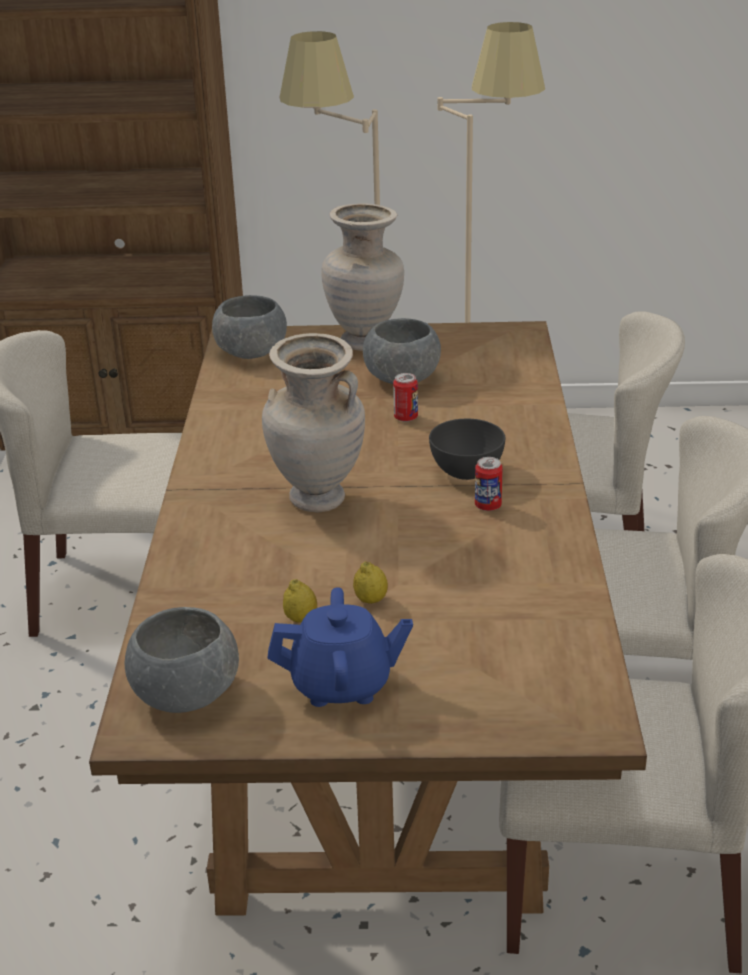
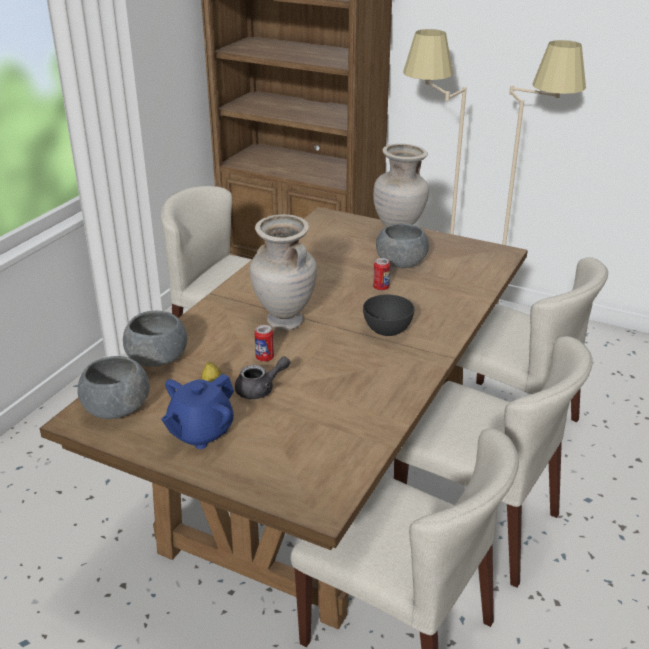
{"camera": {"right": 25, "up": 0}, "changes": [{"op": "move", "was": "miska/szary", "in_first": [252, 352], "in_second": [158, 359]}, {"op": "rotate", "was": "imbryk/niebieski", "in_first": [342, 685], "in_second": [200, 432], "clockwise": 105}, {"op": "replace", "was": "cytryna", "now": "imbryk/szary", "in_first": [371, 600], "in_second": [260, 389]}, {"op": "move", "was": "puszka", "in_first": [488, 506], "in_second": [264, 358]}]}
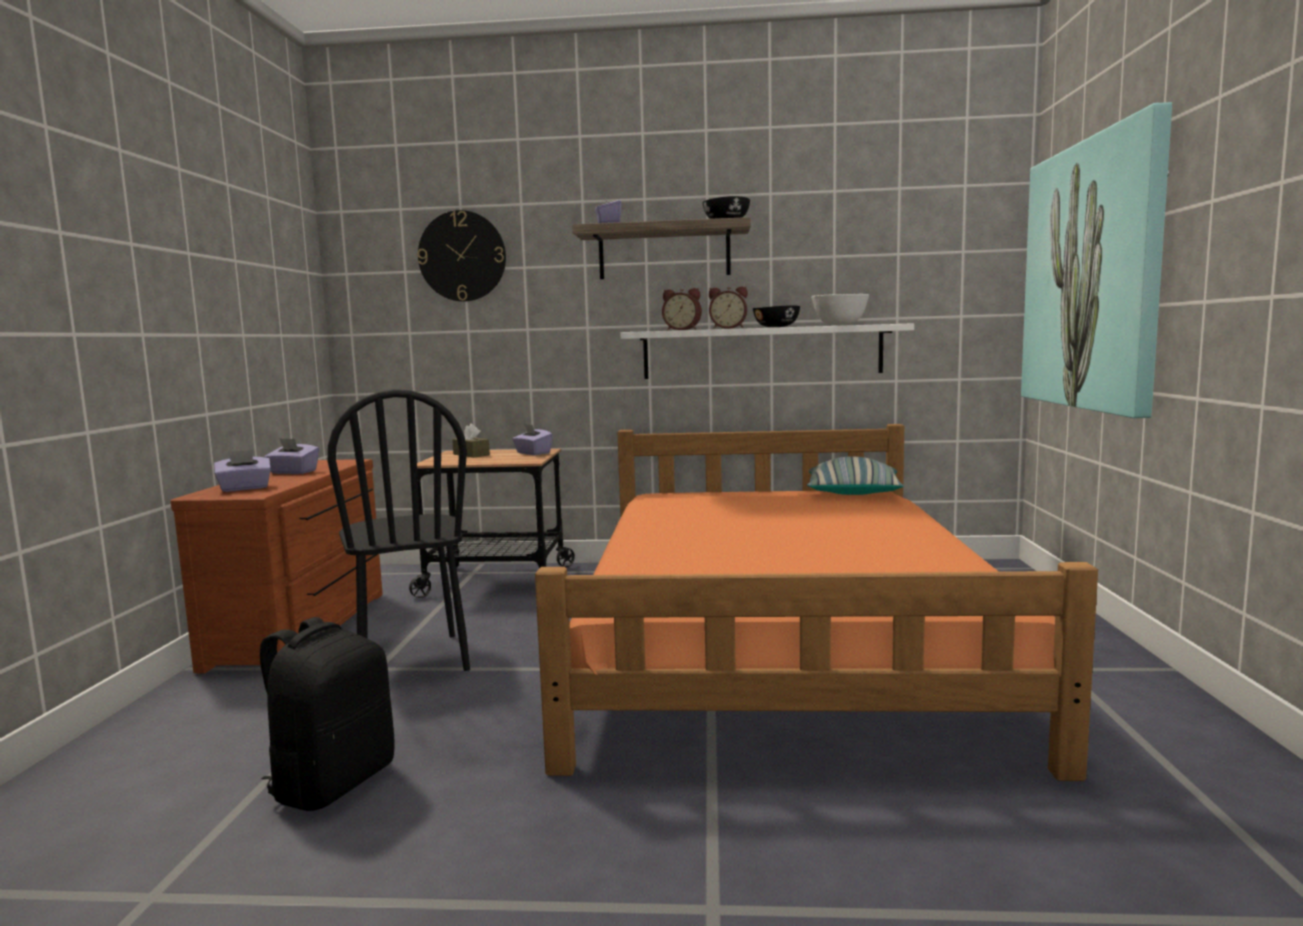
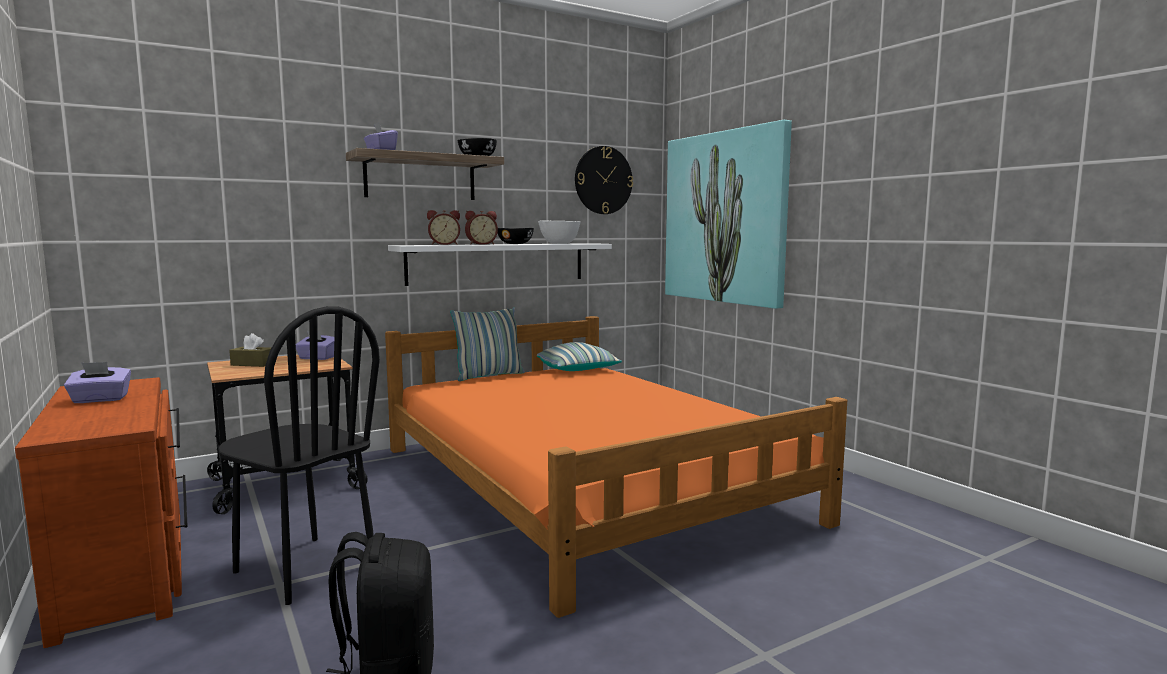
{"camera": {"right": -35, "up": 0}, "changes": [{"op": "delete", "was": "pudełko chusteczek/fioletowy", "in_first": [245, 488]}, {"op": "move", "was": "zegar ścienny", "in_first": [462, 256], "in_second": [603, 180]}, {"op": "insert", "now": "poduszka", "in_second": [489, 376]}]}
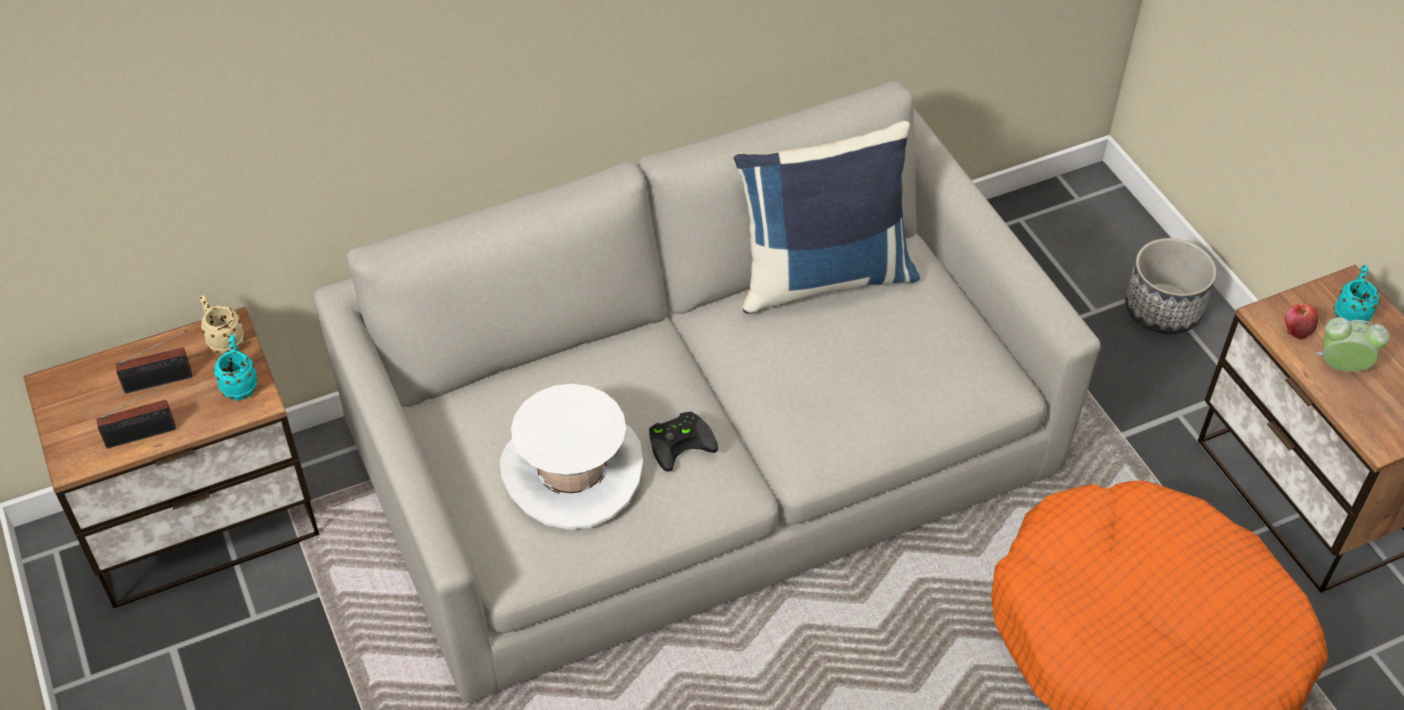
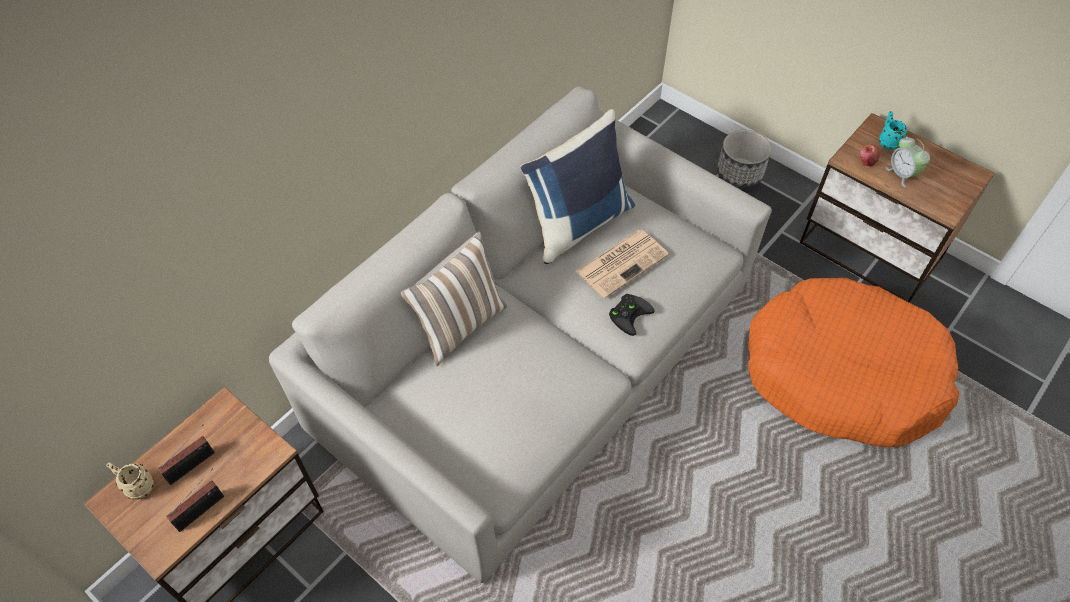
{"camera": {"right": -25, "up": 5}, "changes": [{"op": "move", "was": "kubek/beżowy", "in_first": [223, 340], "in_second": [136, 486]}, {"op": "delete", "was": "kubek/turkusowy", "in_first": [240, 384]}, {"op": "delete", "was": "kapelusz/biały", "in_first": [572, 471]}, {"op": "move", "was": "pad do gier/czarny", "in_first": [681, 441], "in_second": [629, 314]}, {"op": "rotate", "was": "budzik", "in_first": [1341, 367], "in_second": [902, 174], "clockwise": -105}, {"op": "insert", "now": "poduszka", "in_second": [459, 325]}, {"op": "insert", "now": "gazeta", "in_second": [622, 262]}]}
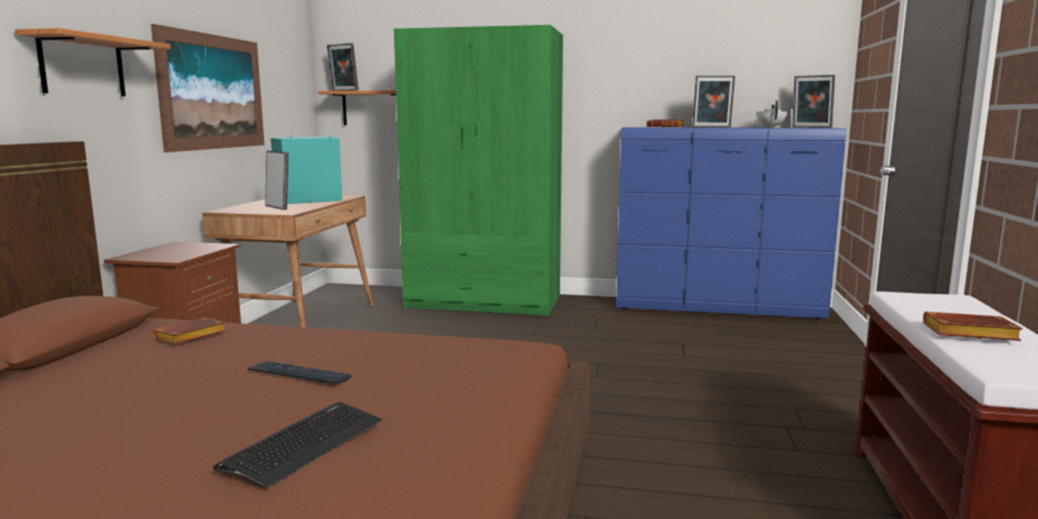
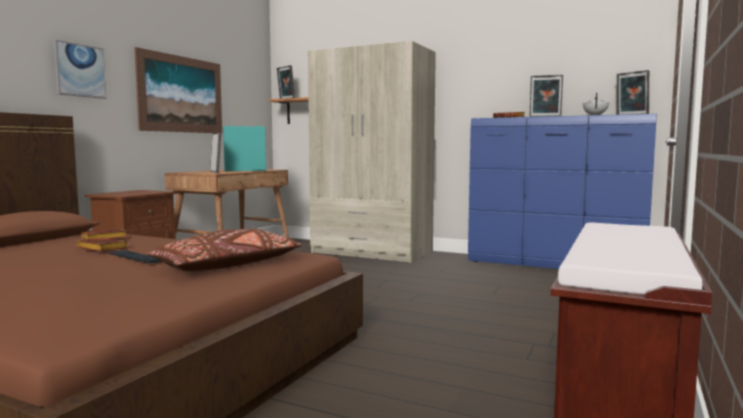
{"camera": {"right": 15, "up": -5}, "changes": [{"op": "replace", "was": "półka", "now": "obraz", "in_first": [82, 66], "in_second": [79, 70]}, {"op": "delete", "was": "klawiatura", "in_first": [304, 444]}, {"op": "recolor", "was": "szafa/zielony", "now": "szafa/beżowy", "in_first": [484, 302], "in_second": [372, 252]}, {"op": "move", "was": "książka/brązowy", "in_first": [967, 334], "in_second": [100, 249]}, {"op": "insert", "now": "poduszka/brązowy", "in_second": [229, 265]}]}
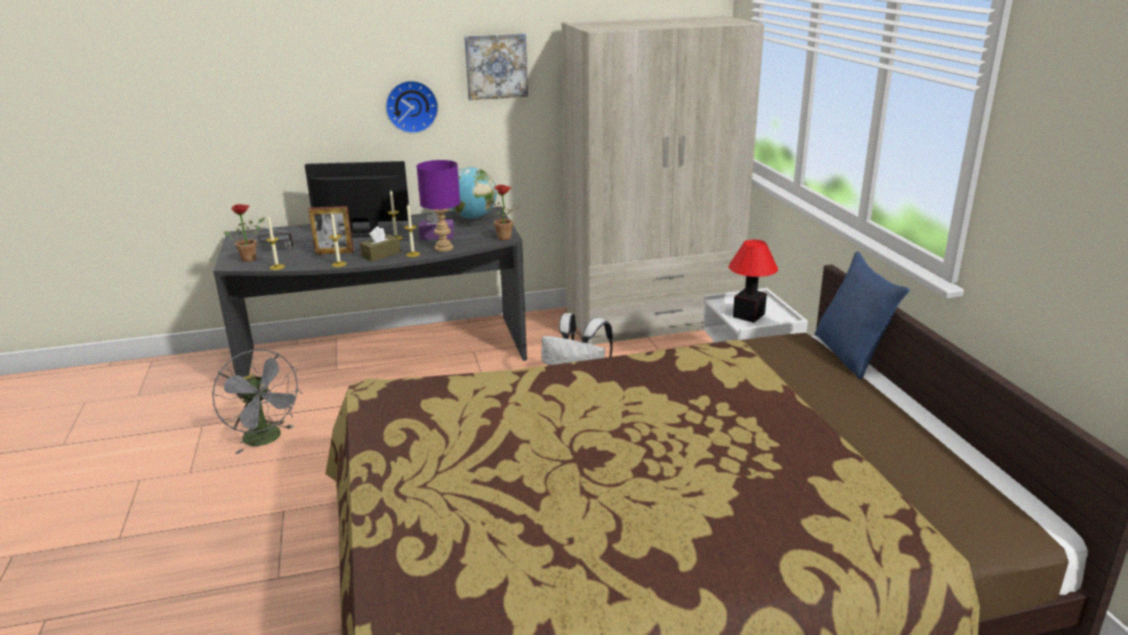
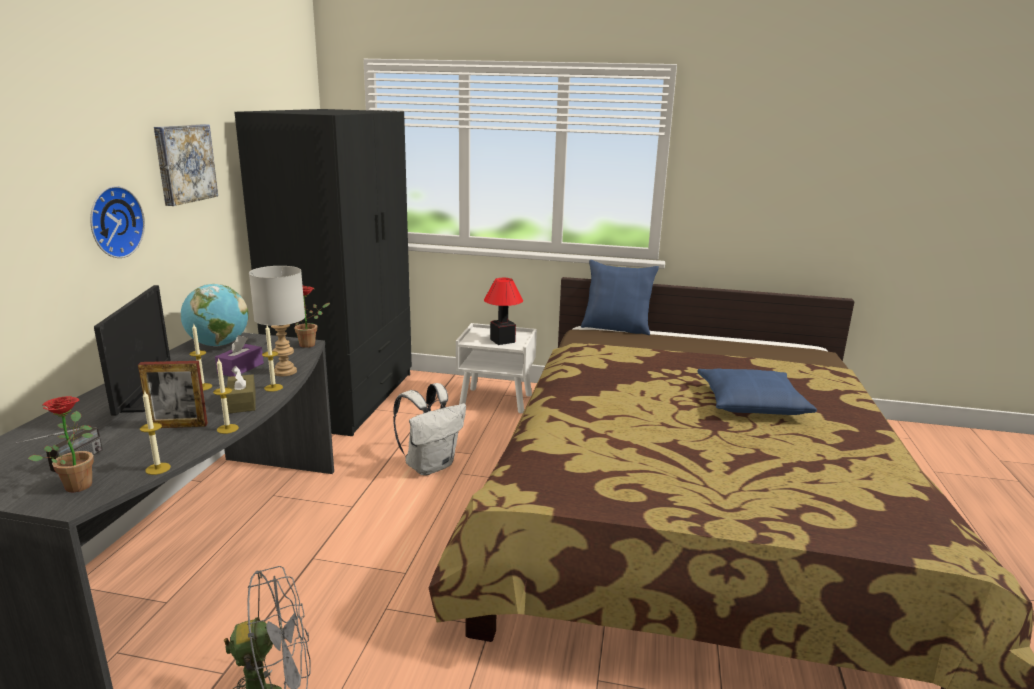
{"camera": {"right": -65, "up": -5}, "changes": [{"op": "rotate", "was": "monitor", "in_first": [362, 233], "in_second": [141, 400], "clockwise": 150}, {"op": "rotate", "was": "ramka na zdjęcie", "in_first": [334, 252], "in_second": [178, 425], "clockwise": 60}, {"op": "recolor", "was": "lampa stołowa/fioletowy", "now": "lampa stołowa/szary", "in_first": [443, 248], "in_second": [284, 372]}, {"op": "recolor", "was": "szafa/beżowy", "now": "szafa/czarny", "in_first": [652, 318], "in_second": [347, 398]}, {"op": "insert", "now": "poduszka/niebieski", "in_second": [751, 402]}]}
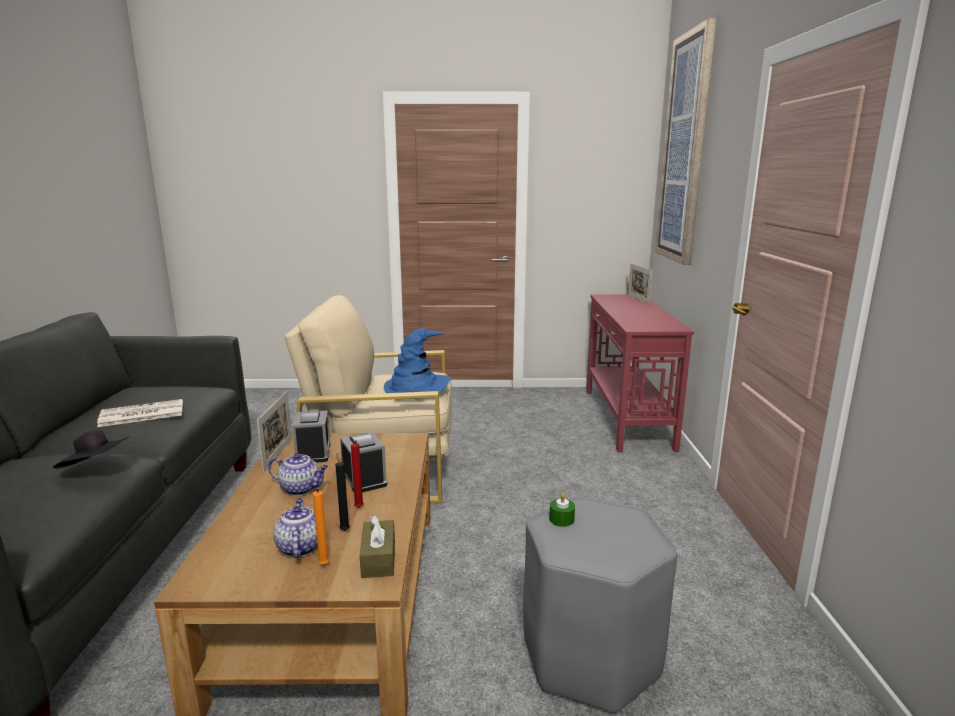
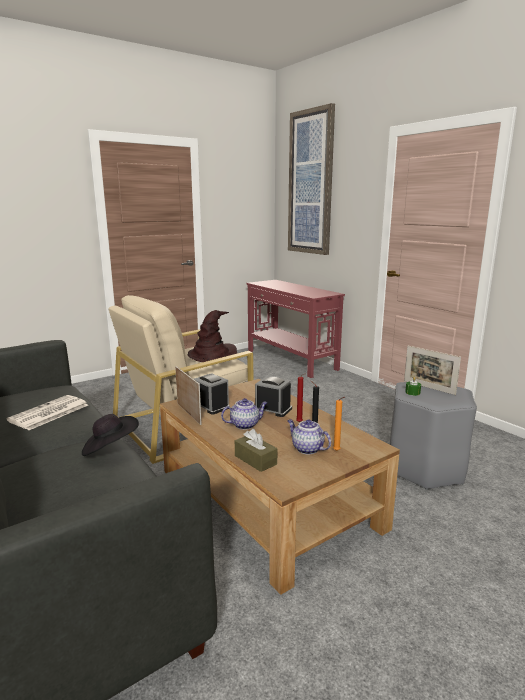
{"camera": {"right": -35, "up": 0}, "changes": [{"op": "move", "was": "pudełko chusteczek/brązowy", "in_first": [378, 558], "in_second": [255, 460]}, {"op": "recolor", "was": "kapelusz/niebieski", "now": "kapelusz/brązowy", "in_first": [416, 387], "in_second": [213, 355]}, {"op": "move", "was": "ramka na zdjęcie", "in_first": [638, 299], "in_second": [429, 387]}]}
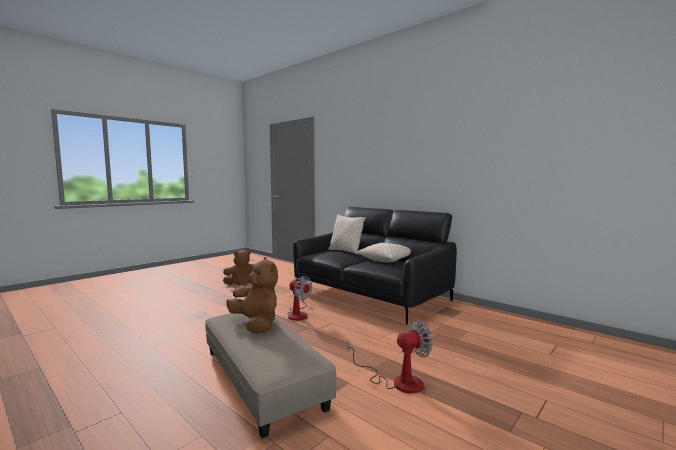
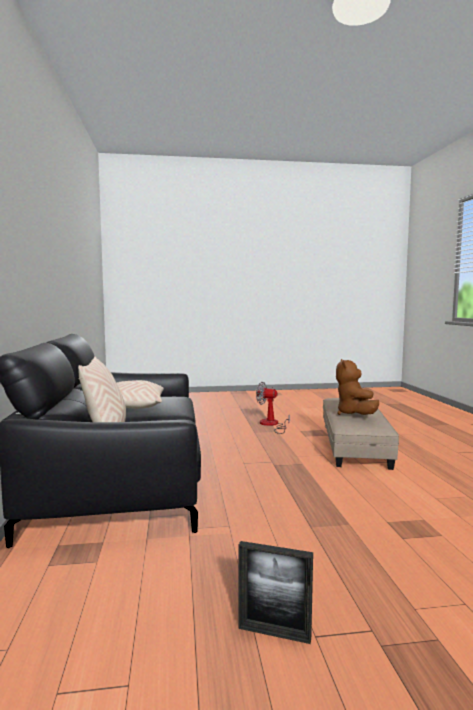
{"camera": {"right": -140, "up": 0}, "changes": [{"op": "replace", "was": "pluszak/brązowy", "now": "ramka na zdjęcie", "in_first": [242, 283], "in_second": [274, 633]}, {"op": "delete", "was": "wentylator", "in_first": [298, 314]}]}
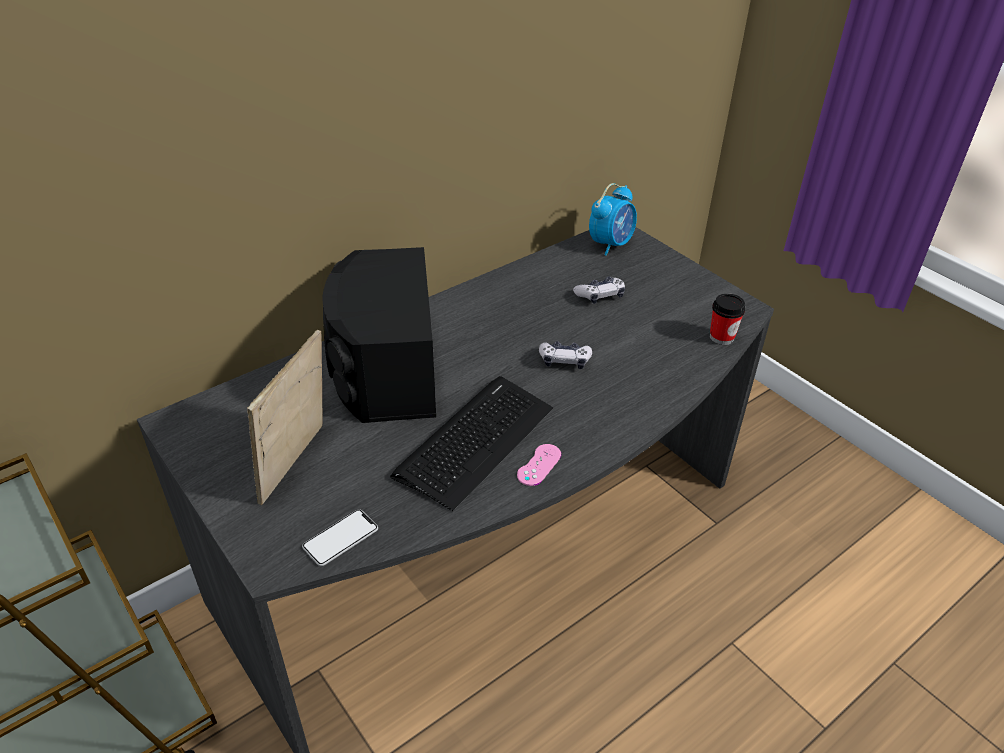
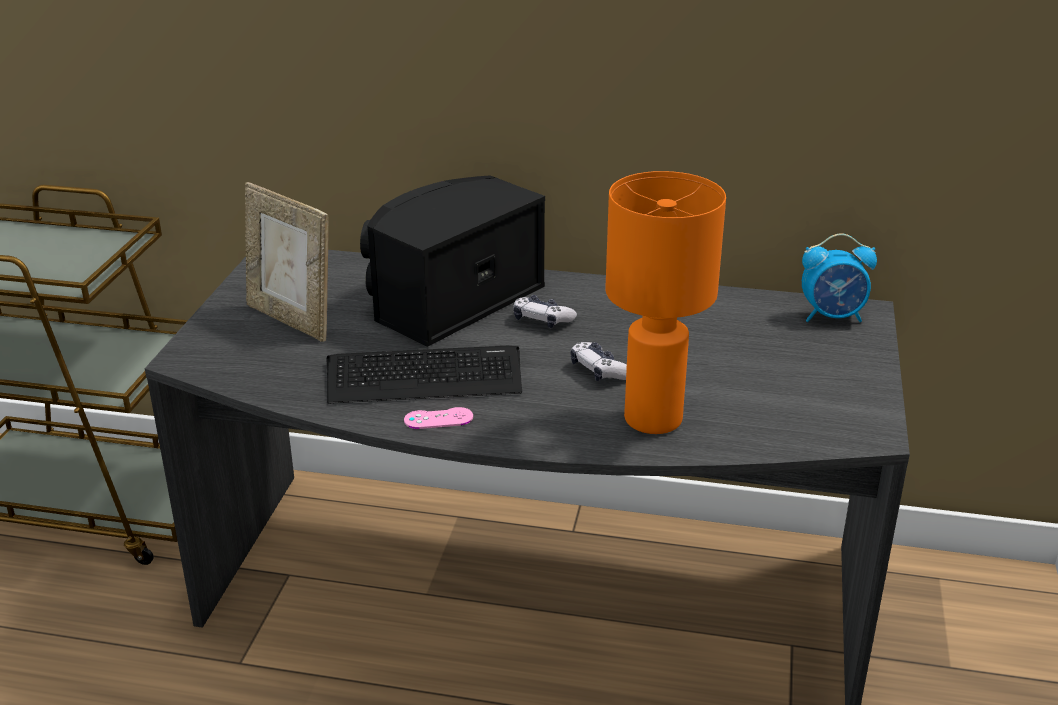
{"camera": {"right": 50, "up": -10}, "changes": [{"op": "rotate", "was": "ramka na zdjęcie", "in_first": [298, 465], "in_second": [292, 320], "clockwise": -120}, {"op": "delete", "was": "telefon", "in_first": [340, 538]}, {"op": "move", "was": "pad do gier", "in_first": [600, 295], "in_second": [542, 320]}, {"op": "delete", "was": "filiżanka", "in_first": [721, 337]}, {"op": "insert", "now": "lampa stołowa/pomarańczowy", "in_second": [655, 419]}]}
